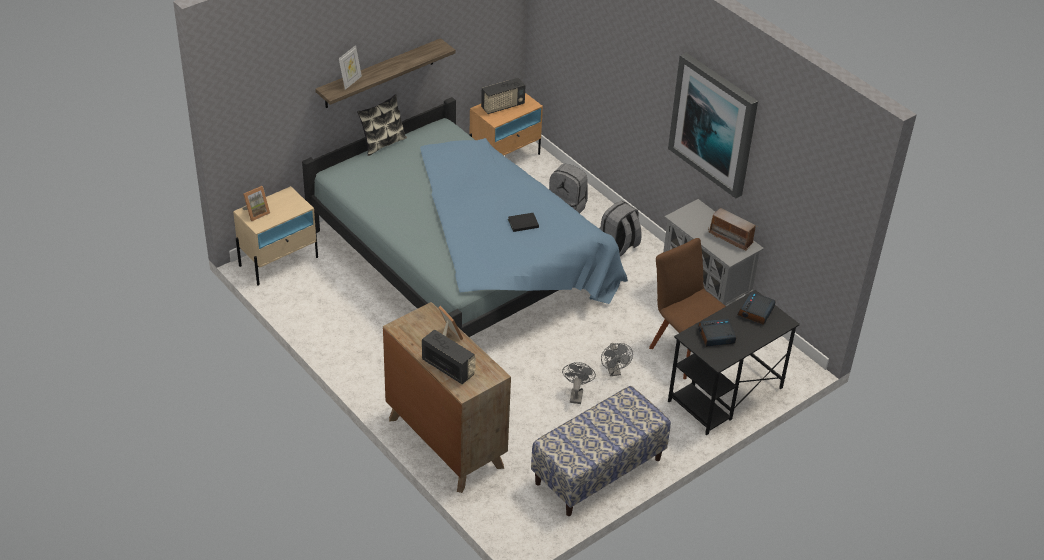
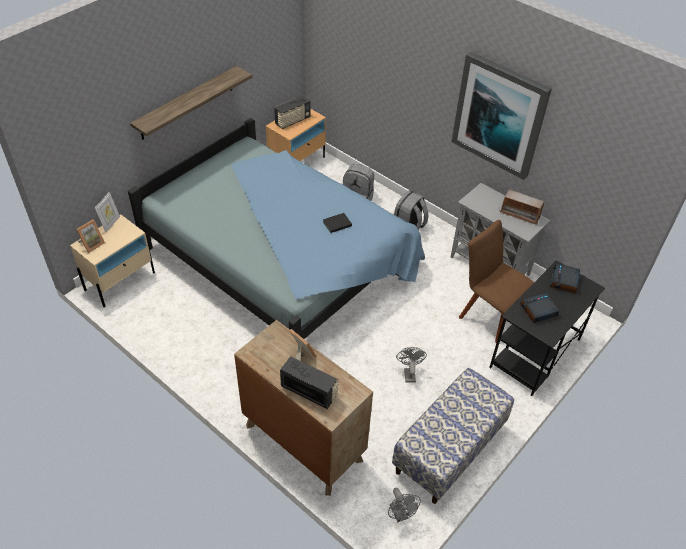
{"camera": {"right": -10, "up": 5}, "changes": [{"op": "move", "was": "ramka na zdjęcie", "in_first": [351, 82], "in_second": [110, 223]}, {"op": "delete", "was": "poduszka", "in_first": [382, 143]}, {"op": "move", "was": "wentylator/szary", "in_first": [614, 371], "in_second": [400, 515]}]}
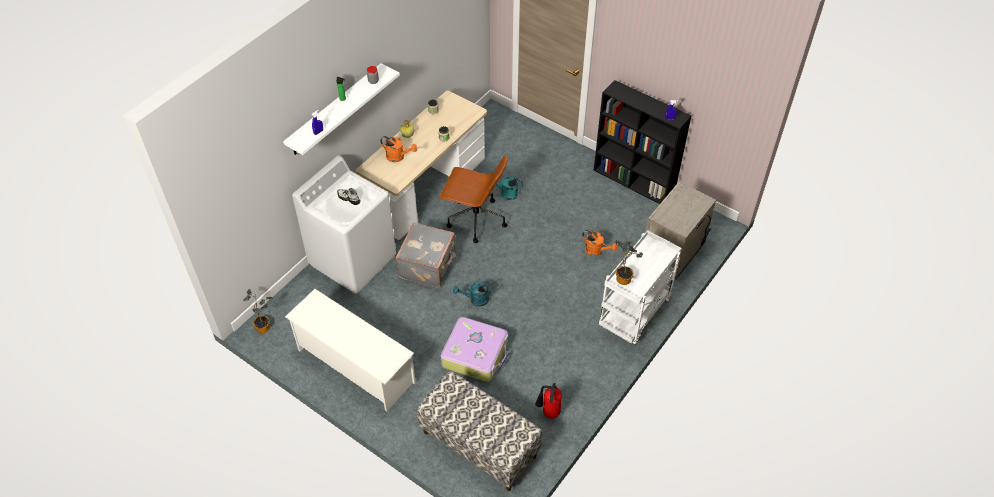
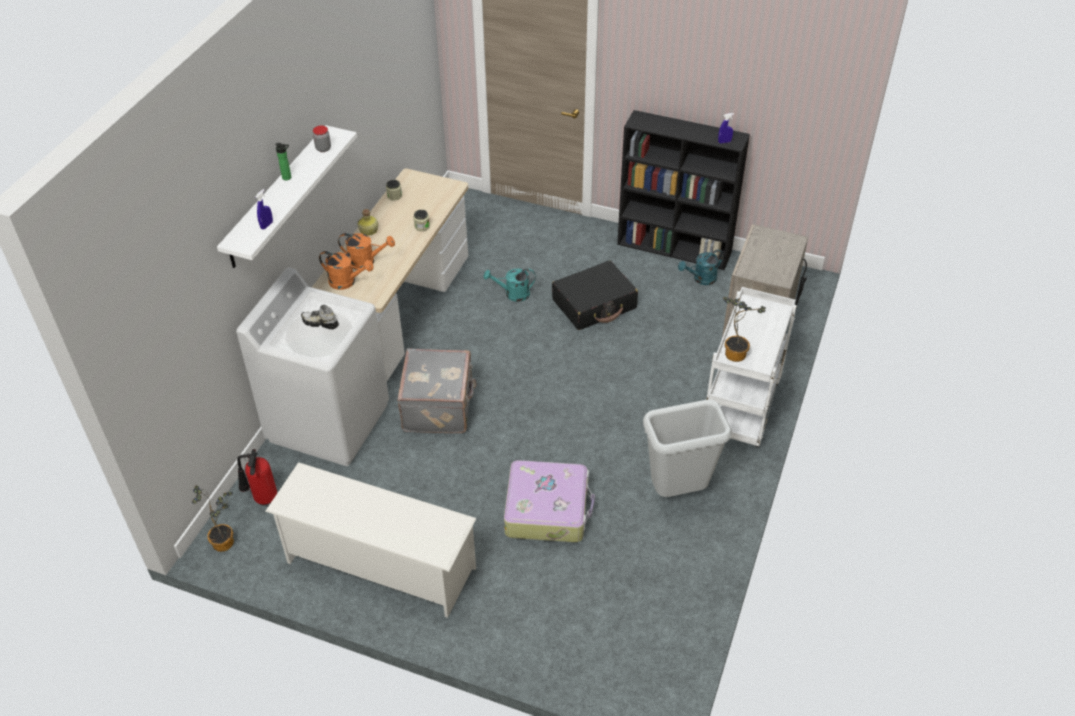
{"camera": {"right": -15, "up": -5}, "changes": [{"op": "delete", "was": "ławka", "in_first": [479, 444]}, {"op": "delete", "was": "krzesło biurowe/brązowy", "in_first": [475, 220]}, {"op": "move", "was": "konewka/turkusowy", "in_first": [475, 300], "in_second": [701, 279]}, {"op": "move", "was": "gaśnica", "in_first": [548, 413], "in_second": [262, 499]}, {"op": "move", "was": "konewka/pomarańczowy", "in_first": [596, 251], "in_second": [347, 282]}, {"op": "insert", "now": "walizka/czarny", "in_second": [594, 304]}, {"op": "insert", "now": "kosz na śmieci/szary", "in_second": [678, 491]}]}
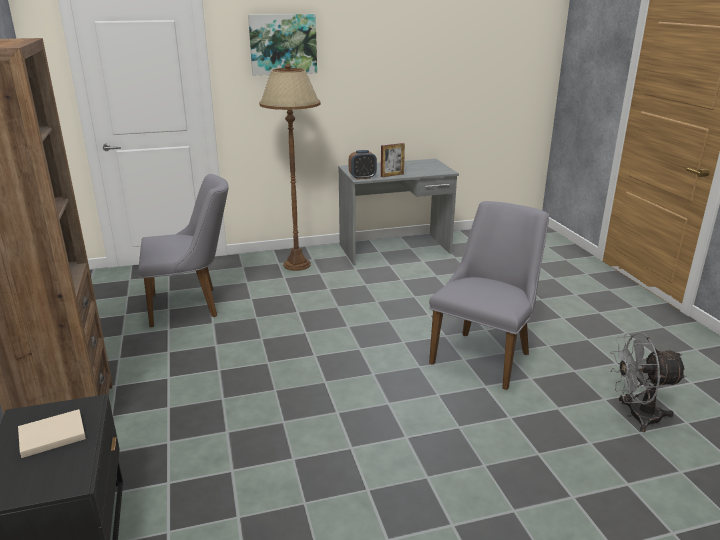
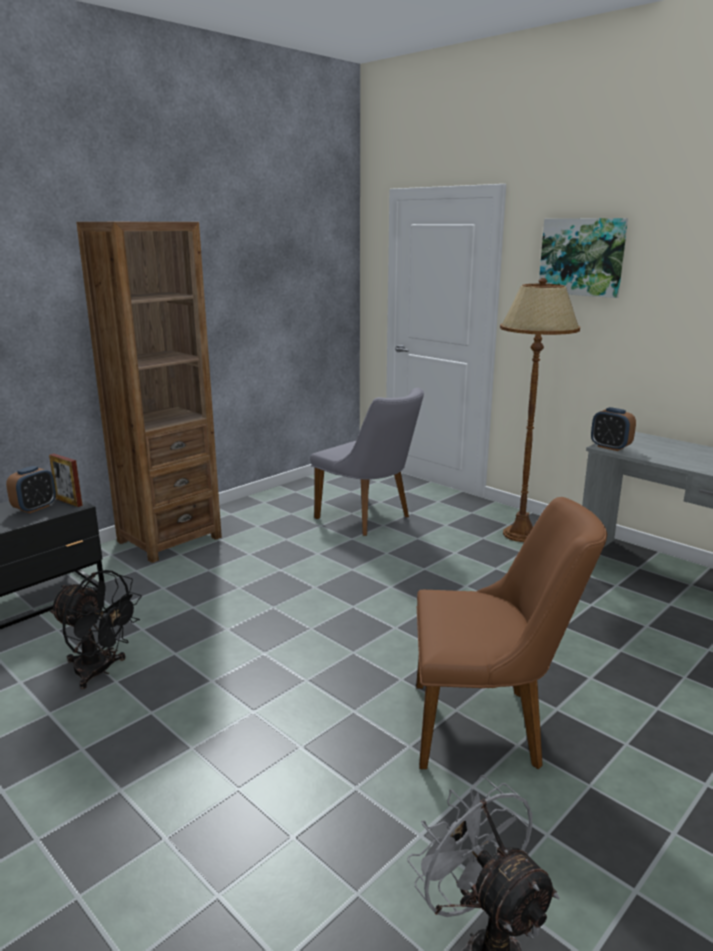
{"camera": {"right": 60, "up": -5}, "changes": [{"op": "replace", "was": "książka/beżowy", "now": "budzik", "in_first": [50, 435], "in_second": [35, 508]}, {"op": "move", "was": "ramka na zdjęcie", "in_first": [392, 175], "in_second": [69, 502]}, {"op": "recolor", "was": "krzesło/szary", "now": "krzesło/brązowy", "in_first": [486, 354], "in_second": [489, 726]}, {"op": "insert", "now": "wentylator/czarny", "in_second": [100, 671]}]}
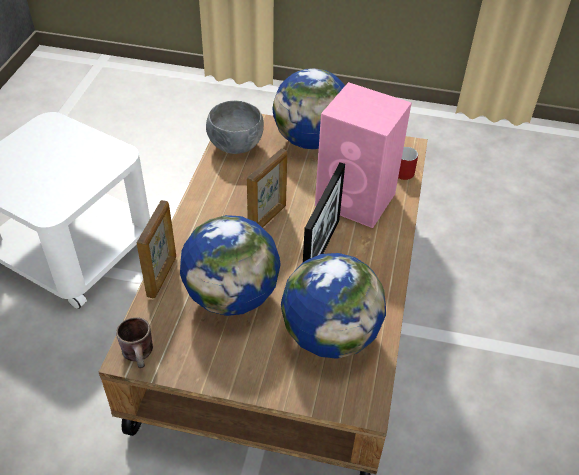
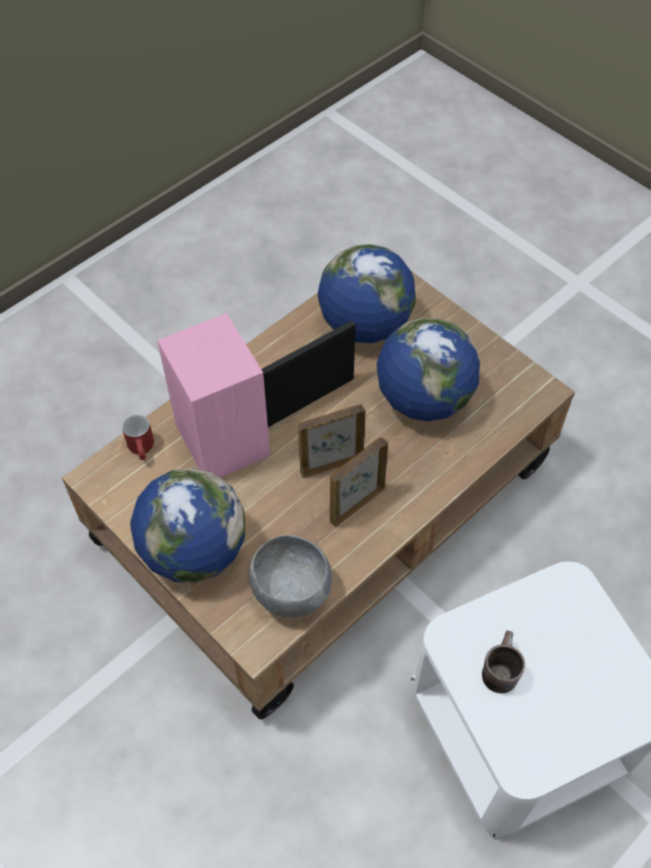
{"camera": {"right": -145, "up": 10}, "changes": [{"op": "move", "was": "kubek/brązowy", "in_first": [141, 354], "in_second": [497, 668]}, {"op": "move", "was": "ramka na zdjęcie", "in_first": [162, 276], "in_second": [356, 505]}]}
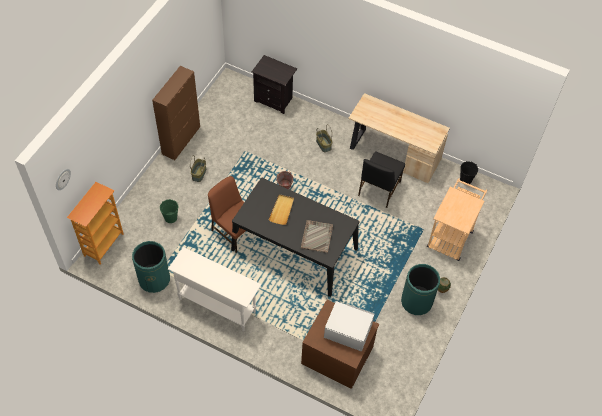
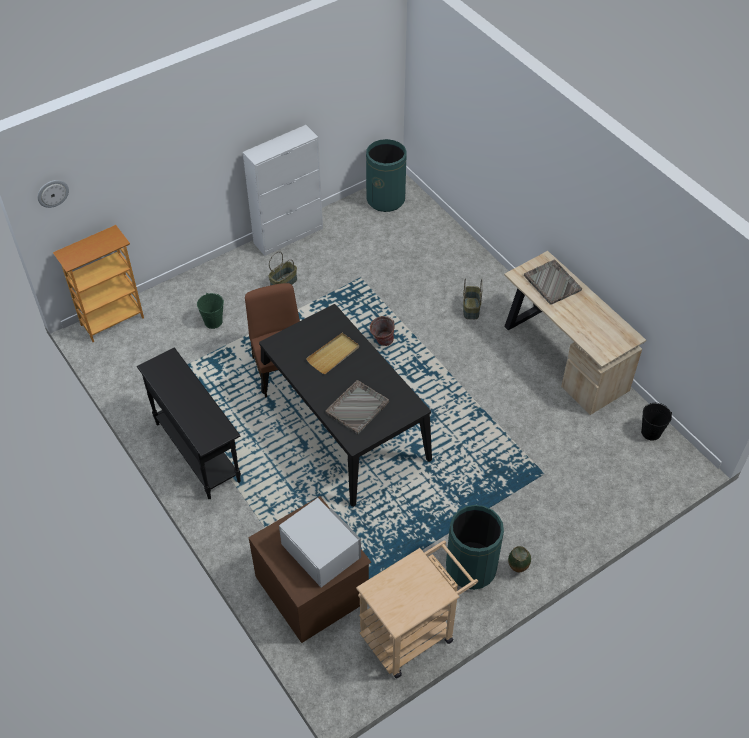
{"camera": {"right": 30, "up": -5}, "changes": [{"op": "move", "was": "kosz na śmieci/zielony", "in_first": [154, 279], "in_second": [386, 199]}, {"op": "recolor", "was": "szafka/brązowy", "now": "szafka/biały", "in_first": [181, 140], "in_second": [289, 235]}, {"op": "recolor", "was": "stolik konsolowy/biały", "now": "stolik konsolowy/czarny", "in_first": [217, 305], "in_second": [197, 451]}, {"op": "delete", "was": "szafka nocna/czarny", "in_first": [274, 100]}, {"op": "delete", "was": "krzesło/czarny", "in_first": [378, 189]}, {"op": "move", "was": "wózek/beżowy", "in_first": [451, 235], "in_second": [413, 631]}, {"op": "insert", "now": "taca/szary", "in_second": [552, 282]}]}
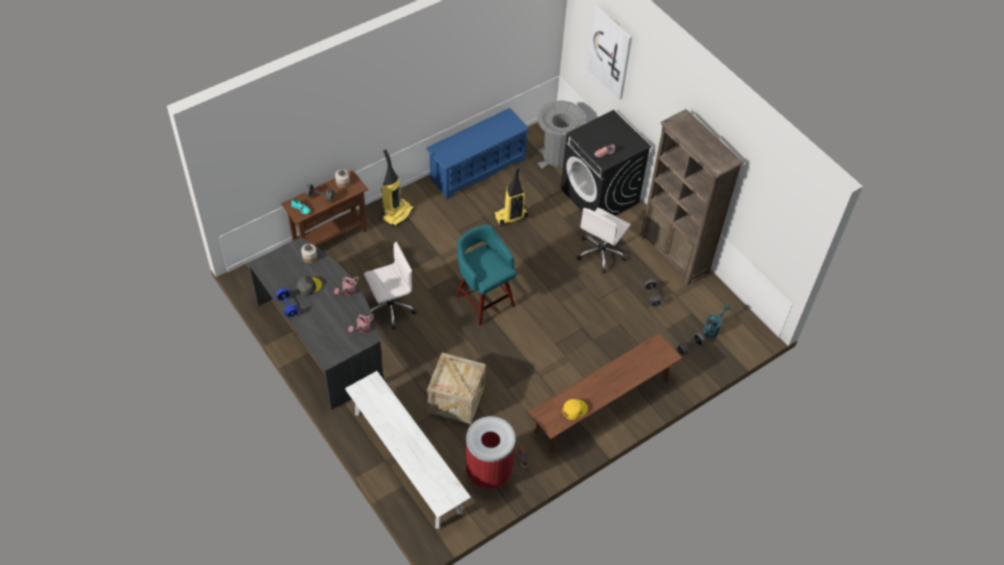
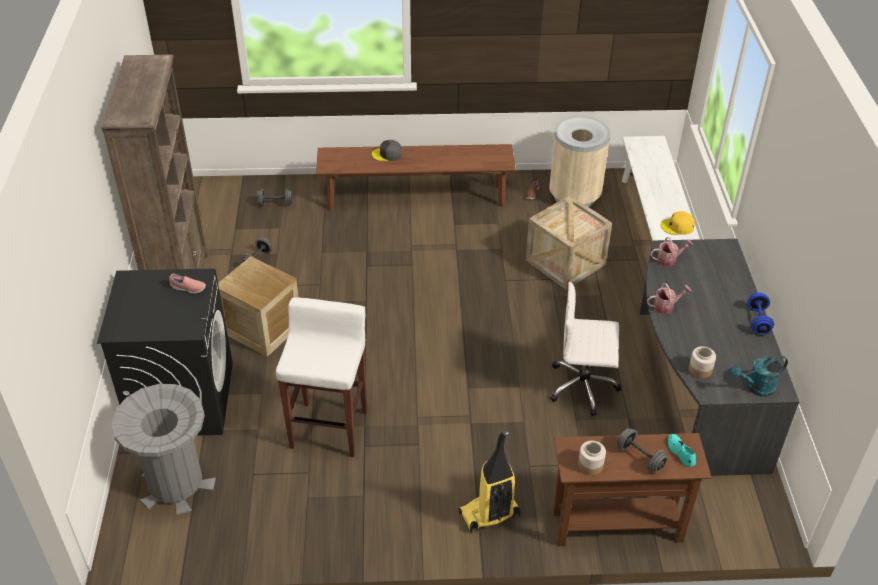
{"camera": {"right": -145, "up": -10}, "changes": [{"op": "move", "was": "czapka z daszkiem/szary", "in_first": [309, 286], "in_second": [387, 154]}, {"op": "delete", "was": "regał na buty/niebieski", "in_first": [477, 169]}, {"op": "delete", "was": "stołek/turkusowy", "in_first": [484, 299]}, {"op": "recolor", "was": "kosz na śmieci/czerwony", "now": "kosz na śmieci/beżowy", "in_first": [489, 472], "in_second": [574, 196]}, {"op": "replace", "was": "odkurzacz", "now": "stołek/biały", "in_first": [510, 217], "in_second": [329, 428]}, {"op": "move", "was": "czapka z daszkiem/żółty", "in_first": [574, 409], "in_second": [677, 227]}, {"op": "replace", "was": "krzesło biurowe/biały", "now": "skrzynka", "in_first": [601, 253], "in_second": [262, 329]}, {"op": "delete", "was": "obraz", "in_first": [610, 52]}, {"op": "move", "was": "konewka/turkusowy", "in_first": [712, 328], "in_second": [756, 387]}]}
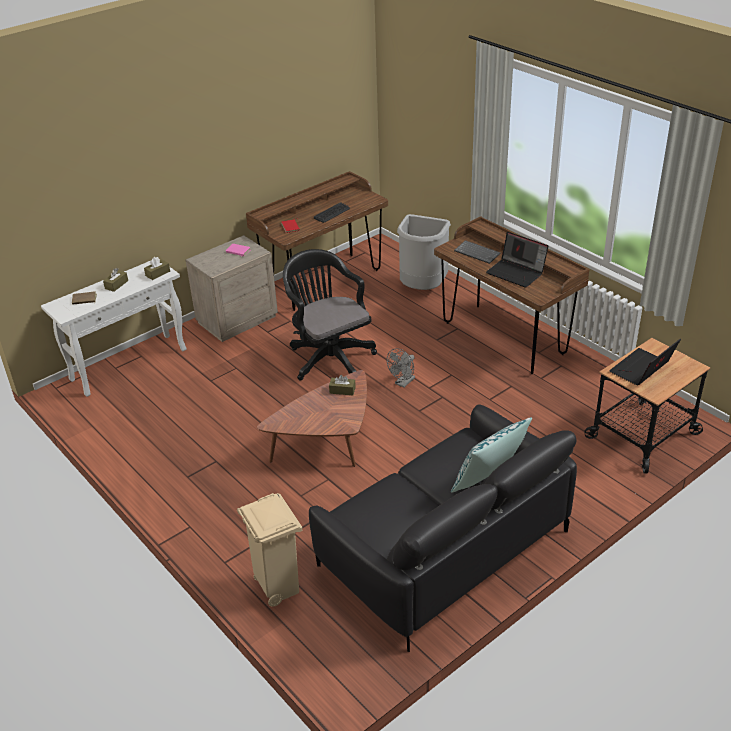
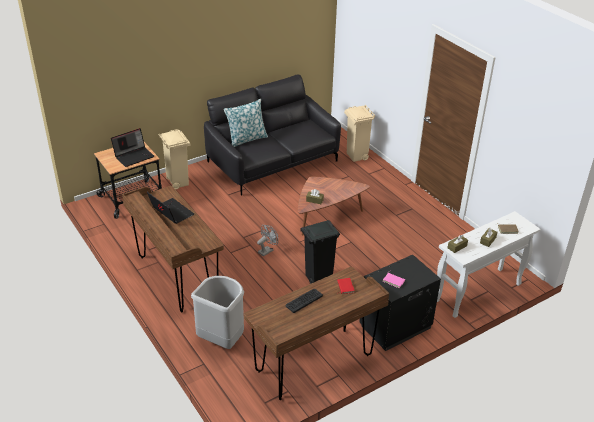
{"camera": {"right": -175, "up": 0}, "changes": [{"op": "recolor", "was": "szafka nocna/beżowy", "now": "szafka nocna/czarny", "in_first": [236, 319], "in_second": [396, 327]}, {"op": "replace", "was": "krzesło biurowe/czarny", "now": "kosz na śmieci/czarny", "in_first": [329, 357], "in_second": [318, 278]}, {"op": "delete", "was": "klawiatura", "in_first": [478, 253]}, {"op": "insert", "now": "kosz na śmieci/beżowy", "in_second": [178, 182]}]}
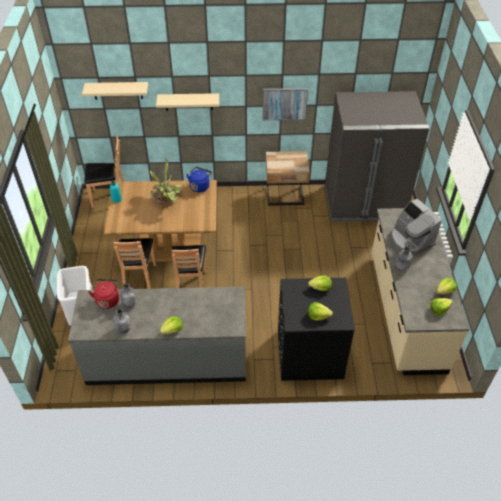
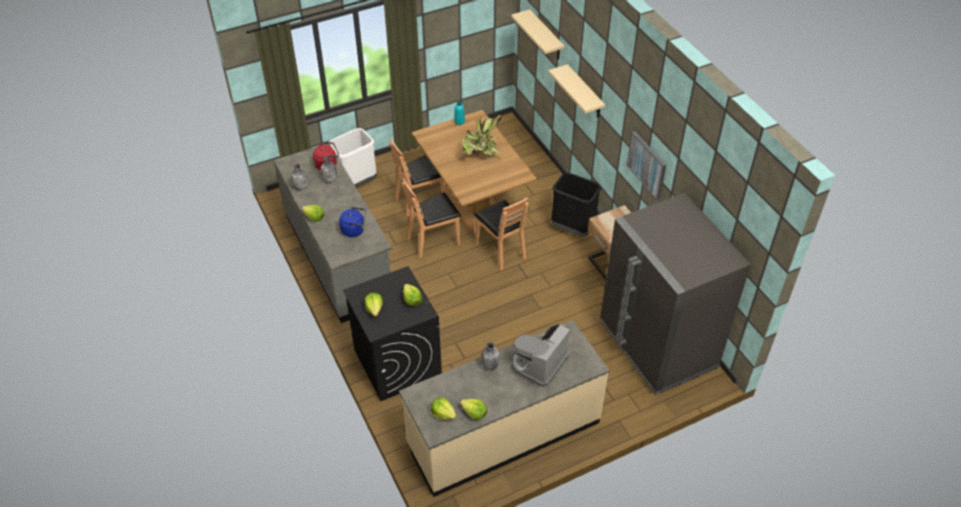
{"camera": {"right": 65, "up": 0}, "changes": [{"op": "move", "was": "krzesło/brązowy", "in_first": [109, 197], "in_second": [501, 250]}, {"op": "move", "was": "czajnik/niebieski", "in_first": [200, 186], "in_second": [354, 230]}, {"op": "insert", "now": "kosz na śmieci/czarny", "in_second": [573, 228]}]}
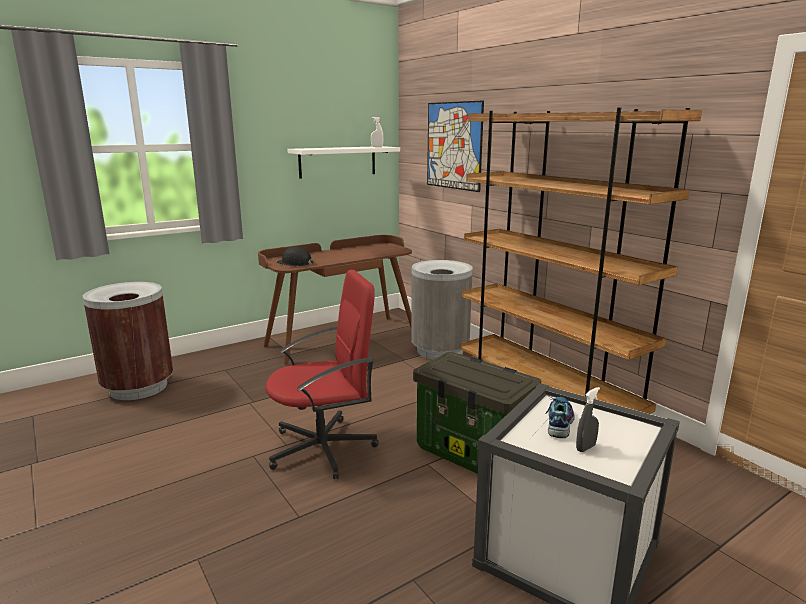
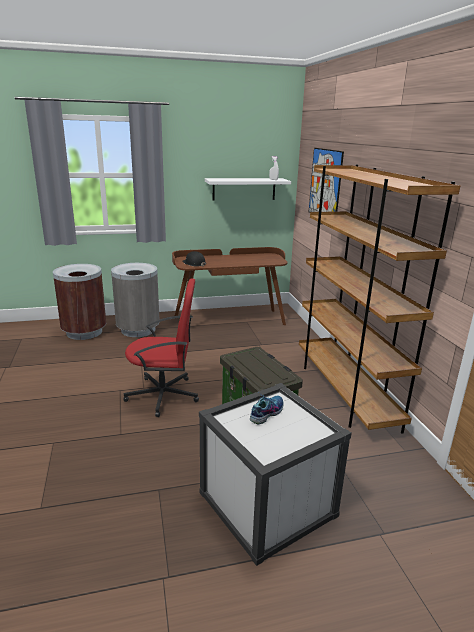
{"camera": {"right": 20, "up": 5}, "changes": [{"op": "move", "was": "kosz na śmieci/szary", "in_first": [440, 351], "in_second": [138, 330]}, {"op": "delete", "was": "spryskiwacz/szary", "in_first": [585, 448]}]}
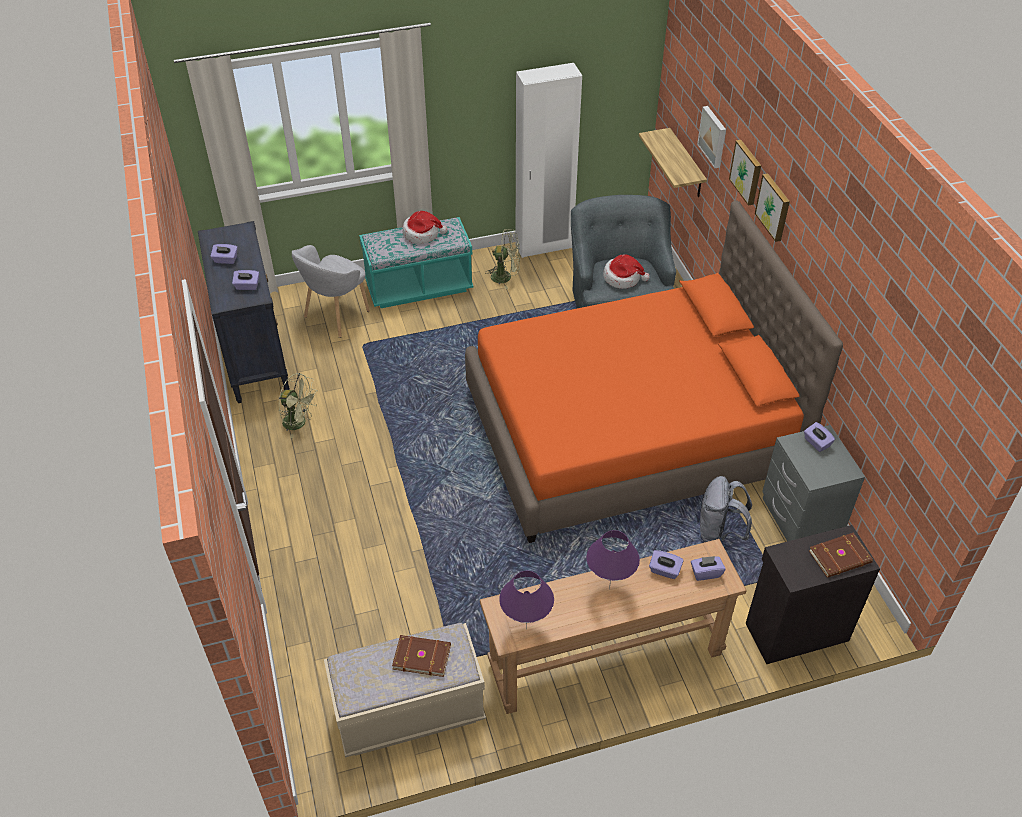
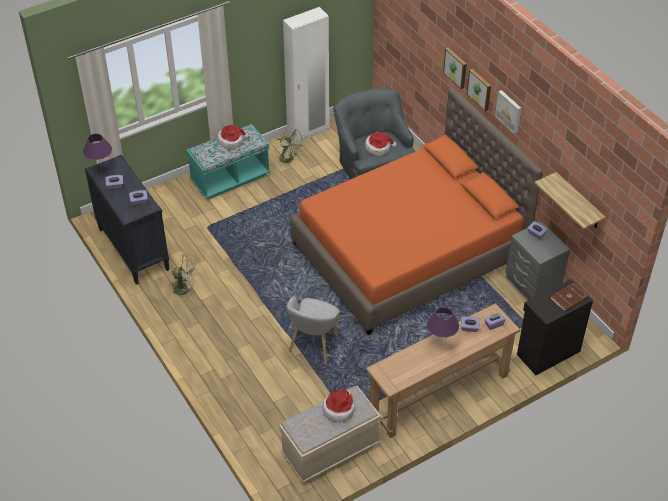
{"camera": {"right": -15, "up": 0}, "changes": [{"op": "move", "was": "fotel/szary", "in_first": [336, 316], "in_second": [313, 345]}, {"op": "replace", "was": "książka/brązowy", "now": "kapelusz", "in_first": [421, 656], "in_second": [339, 409]}, {"op": "rotate", "was": "wentylator/zielony", "in_first": [505, 276], "in_second": [289, 160], "clockwise": 60}, {"op": "move", "was": "lampa stołowa/fioletowy", "in_first": [526, 629], "in_second": [101, 171]}, {"op": "move", "was": "półka", "in_first": [686, 164], "in_second": [578, 202]}, {"op": "move", "was": "obraz", "in_first": [713, 136], "in_second": [509, 111]}, {"op": "delete", "was": "plecak/szary", "in_first": [719, 532]}]}
